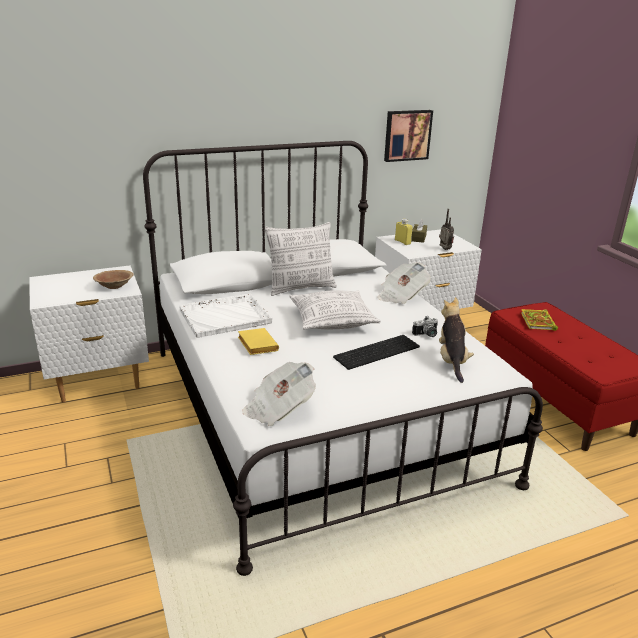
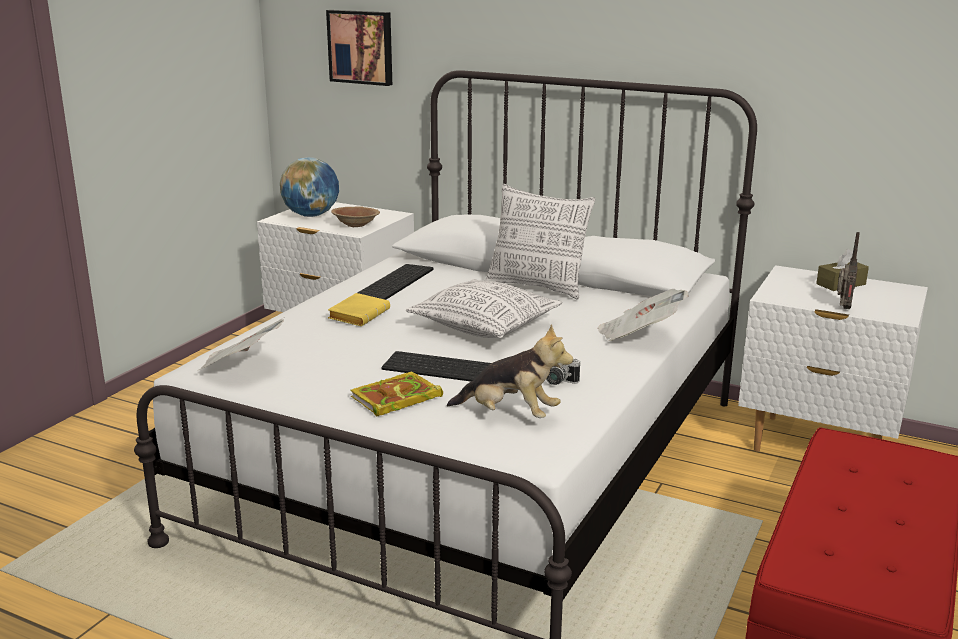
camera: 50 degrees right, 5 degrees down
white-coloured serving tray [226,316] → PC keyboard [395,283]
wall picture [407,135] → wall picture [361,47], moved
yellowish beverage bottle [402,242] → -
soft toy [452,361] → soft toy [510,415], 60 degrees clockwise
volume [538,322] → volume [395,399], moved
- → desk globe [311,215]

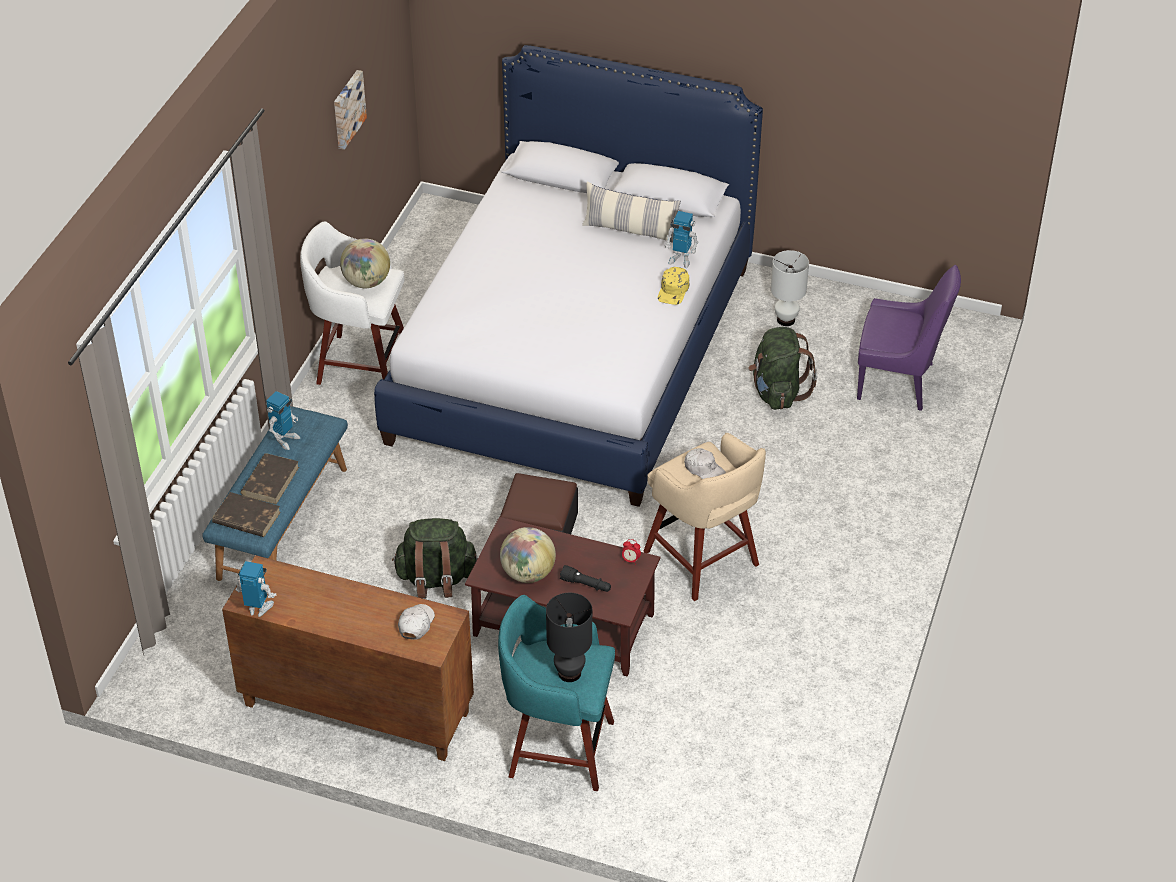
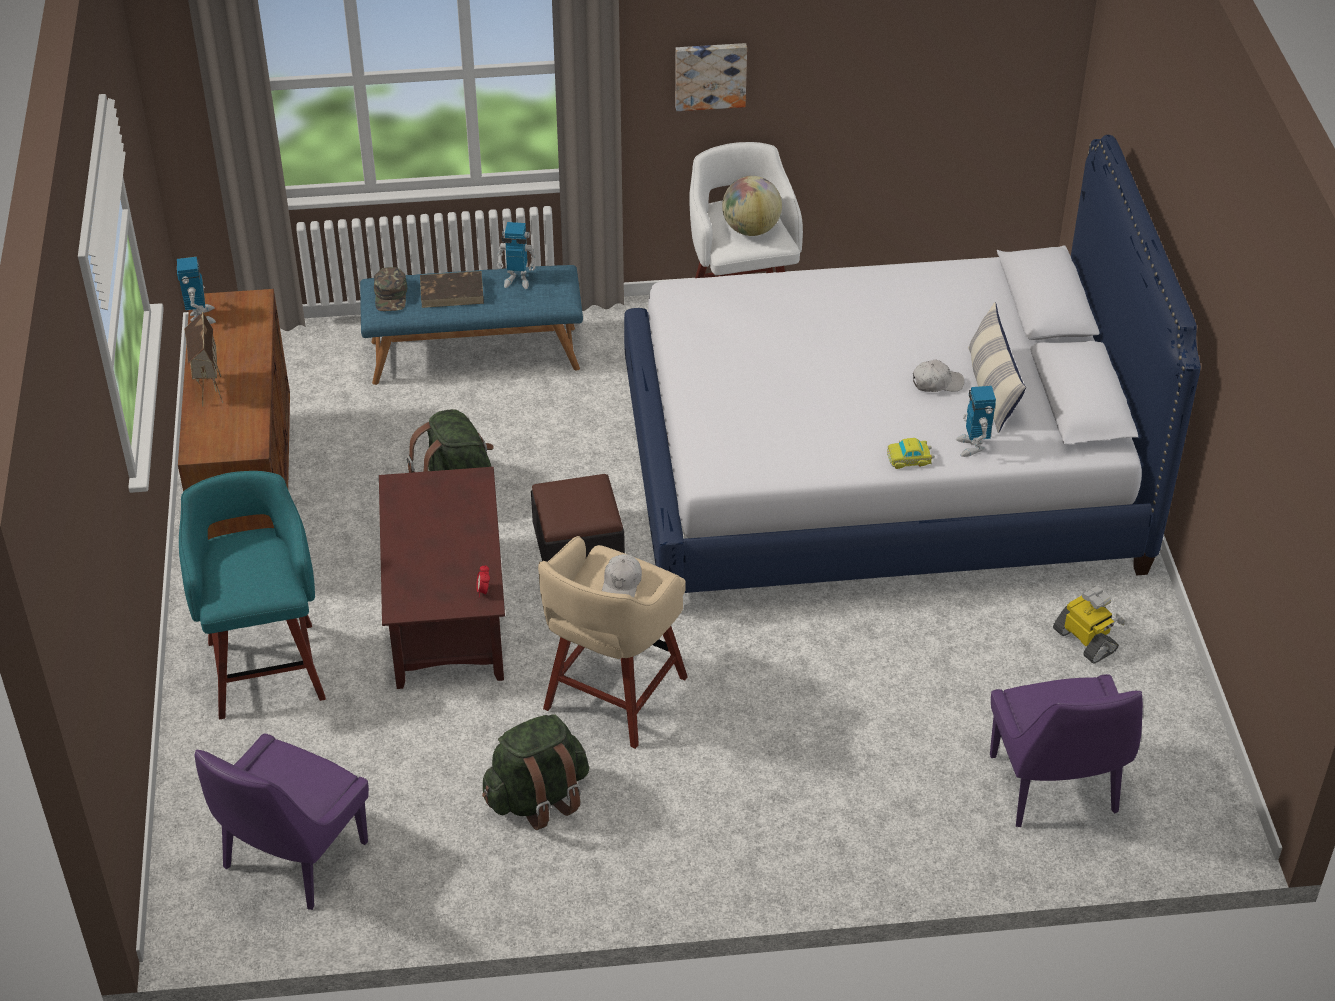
camera: 65 degrees right, 0 degrees up
brown volume [246,518] → green-coloured cap [391,295]
wall picture [347,109] → wall picture [710,75], moved
white-coloured cap [416,624] → white-coloured cap [937,383], moved
desk globe [528,573] → -
black lamp for a table [569,672] → -
black torch [586,585] → -
yellowish cap [673,290] → toy car [910,458]
green-coloured rucksack [777,392] → green-coloured rucksack [537,798], moved
white-coloured lamp for a table [785,320] → toy robot [1086,640]
- → miniature house [207,389]
- → purplish plain chair [291,858]

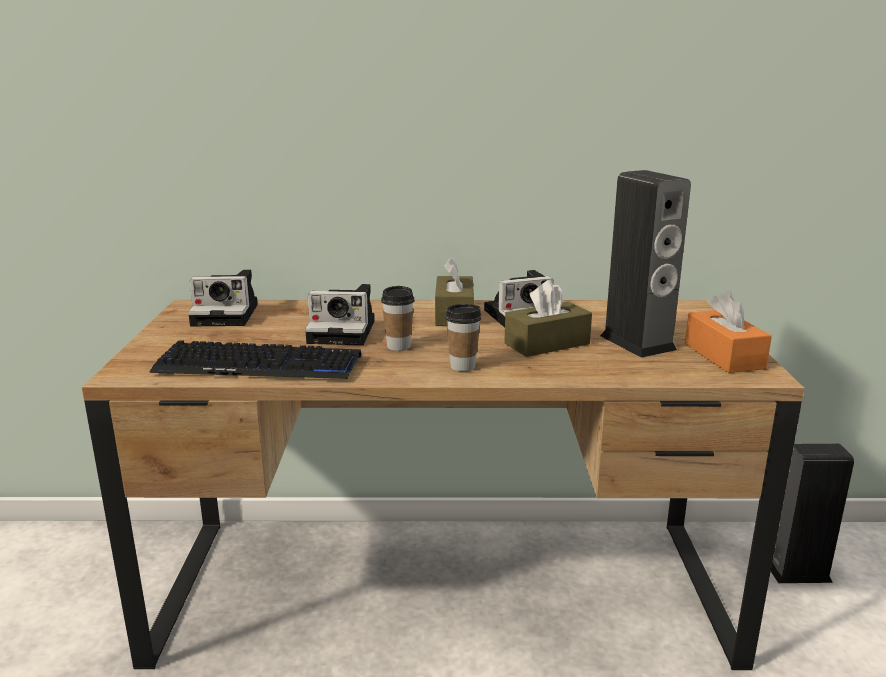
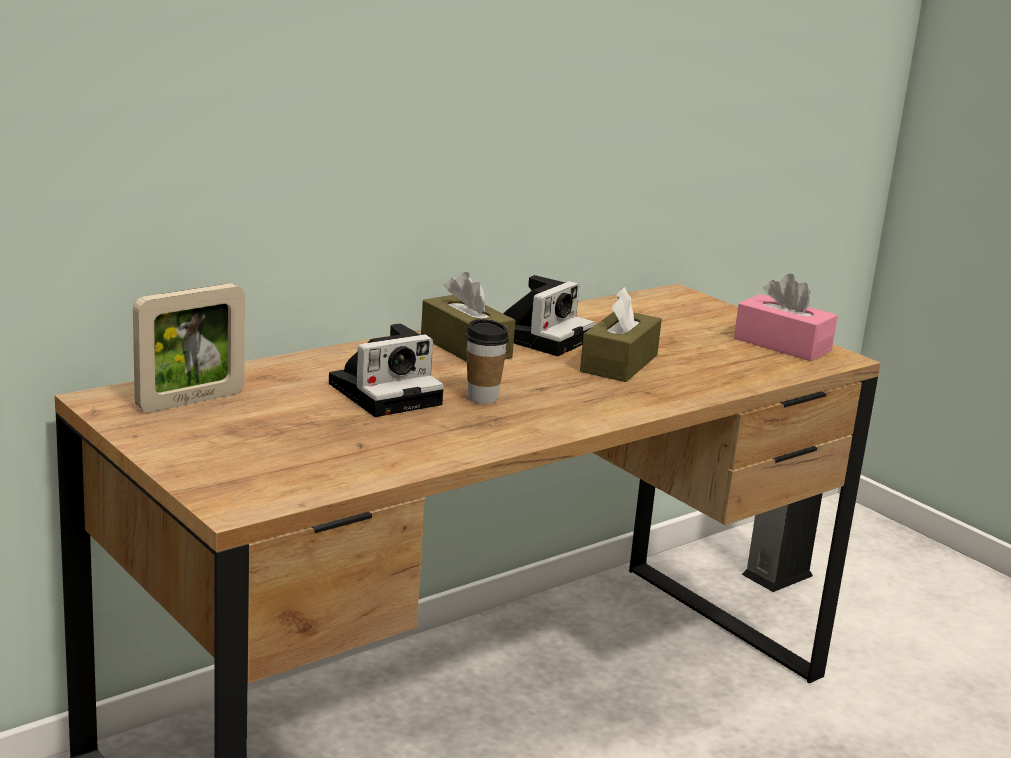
camera: 40 degrees left, 0 degrees up
PC keyboard [259,365] → -
photo camera [228,314] → photo frame [190,401]
cup [463,366] → -
loudspeaker [637,342] → -
orange tissue box [723,356] → pink-coloured tissue box [782,344]

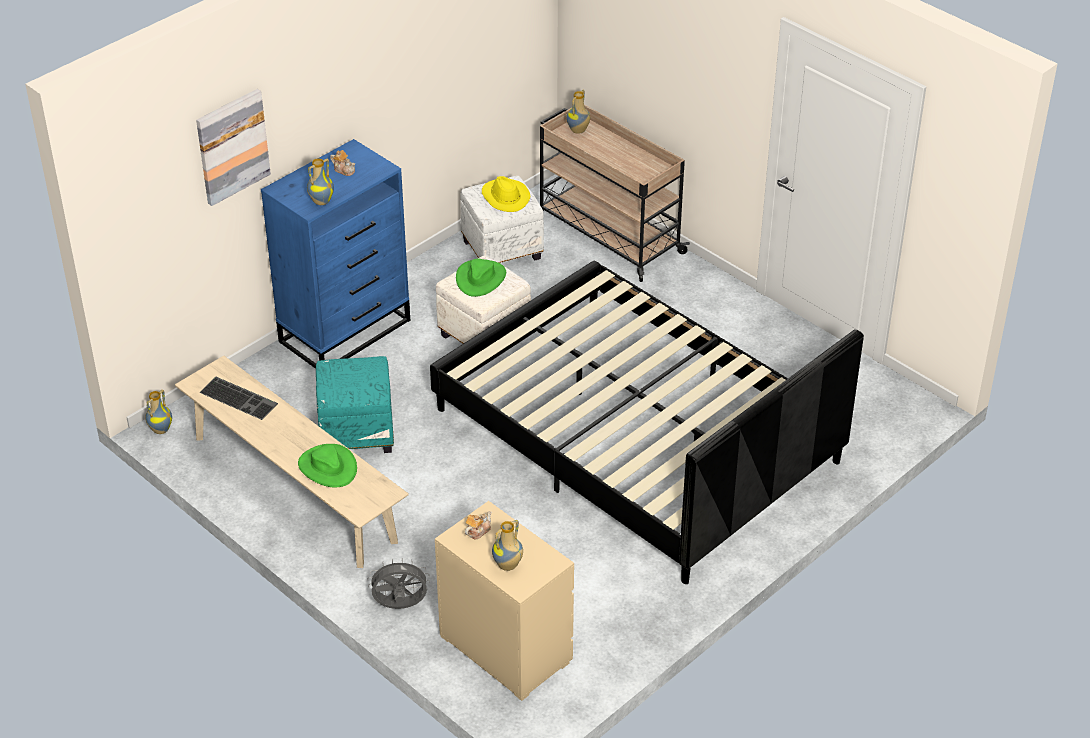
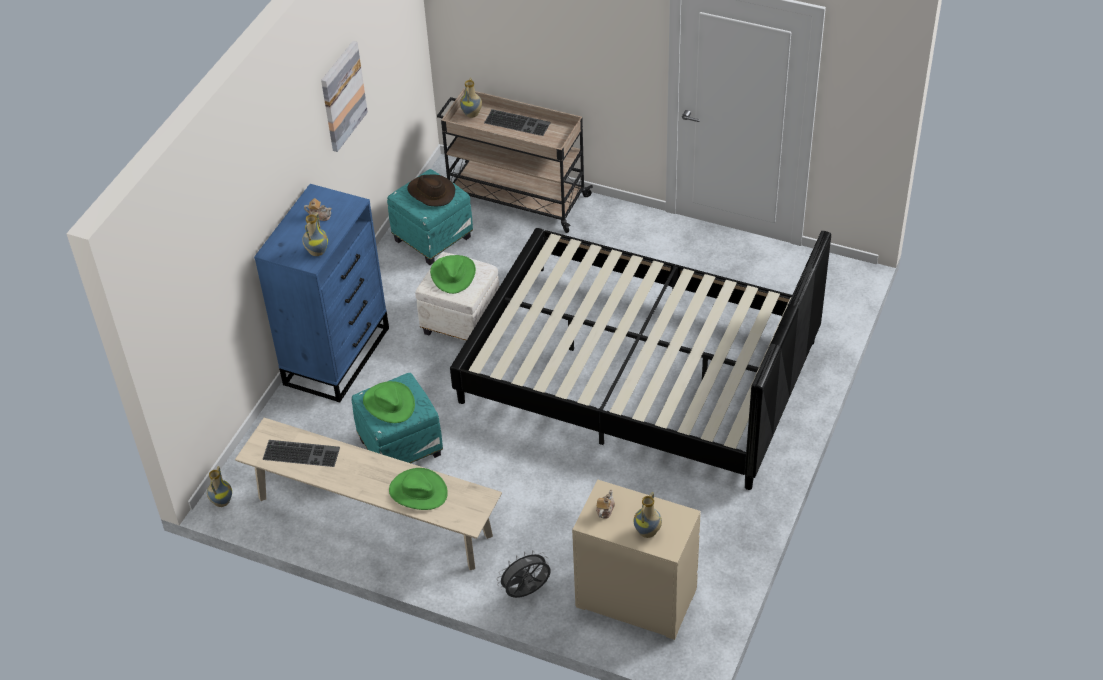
camera: 20 degrees left, 5 degrees up
wall picture [232,146] → wall picture [342,96], moved
white-coloured ottoman [502,249] → turquoise-coloured ottoman [433,238]
yellowish wearable hat [504,197] → brown wearable hat [431,192]
- → green-coloured wearable hat [389,403]
- → PC keyboard [518,122]

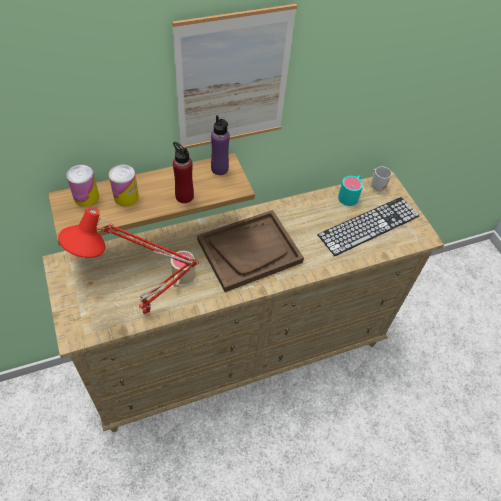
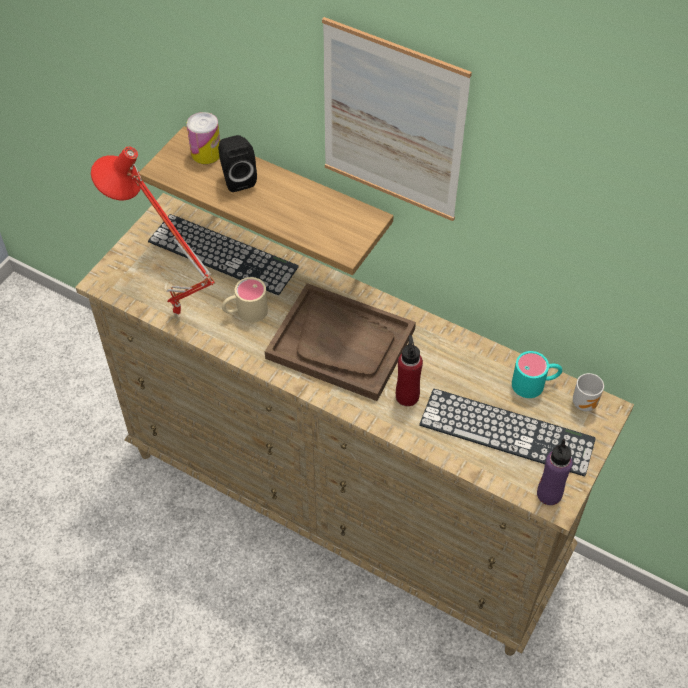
camera: 55 degrees right, 0 degrees up
sealed can [126,196] → black loudspeaker [237,178]
reddish beverage bottle [184,196] → reddish beverage bottle [407,396], moved
purplish beverage bottle [219,169] → purplish beverage bottle [549,494], moved
- → PC keyboard [223,254]

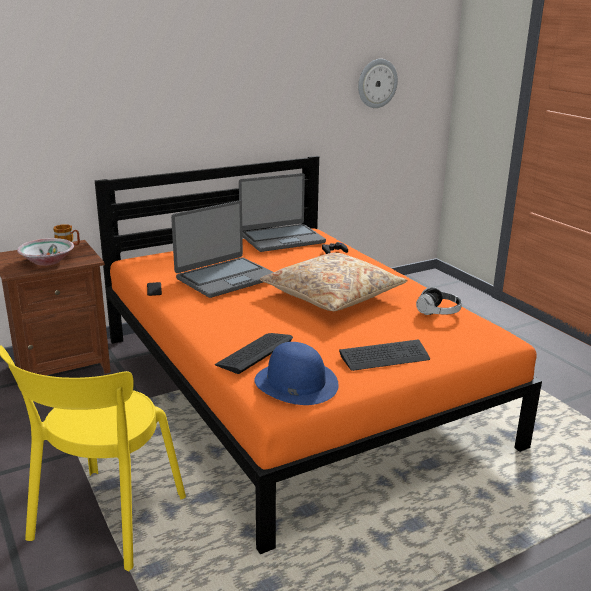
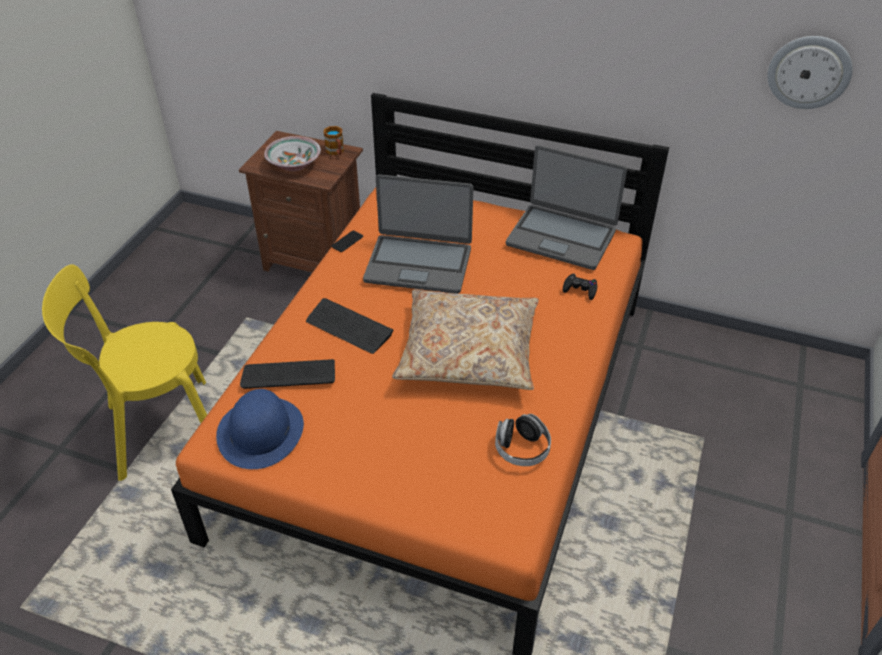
camera: 50 degrees right, 20 degrees up
PC keyboard [384,357] → PC keyboard [349,327], moved

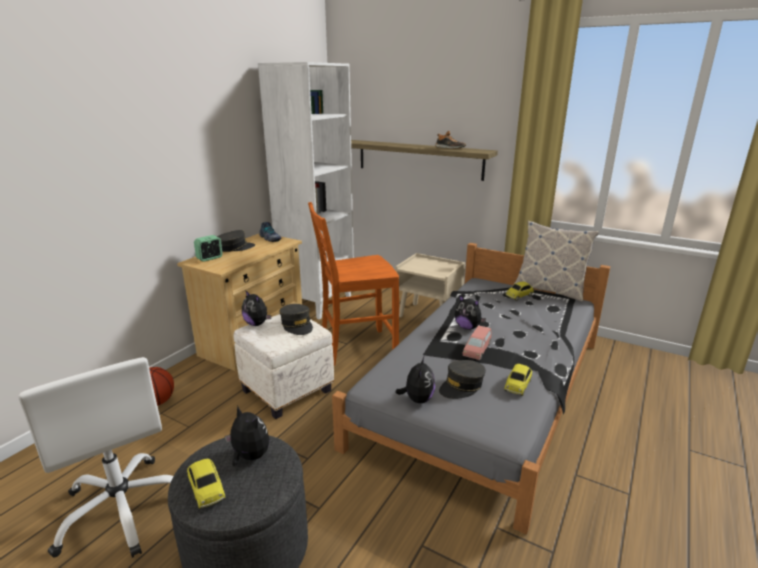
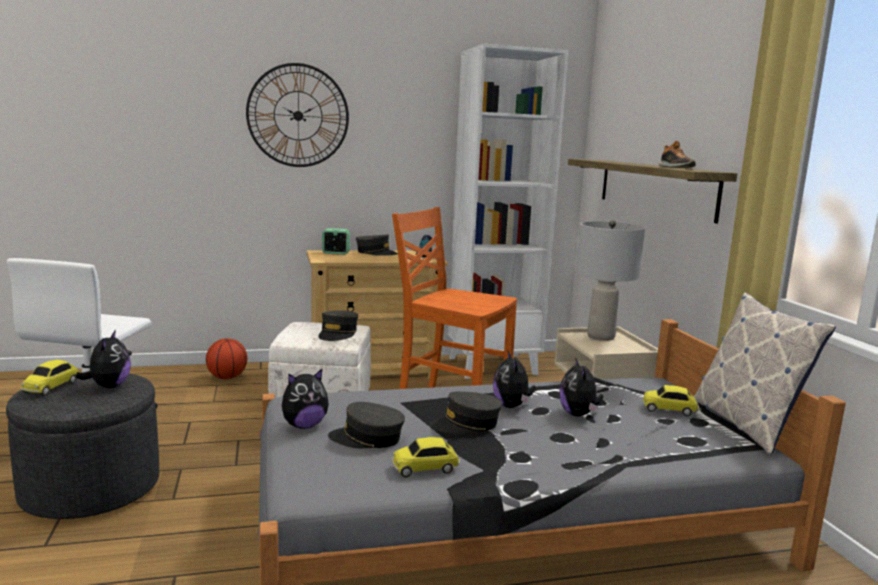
camera: 45 degrees right, 10 degrees down
soft toy [257,324] → soft toy [578,414], moved
pink-coloured toy car [477,350] → gray cap [467,424]
- → wall clock [298,115]
- → gray lamp for a table [600,336]

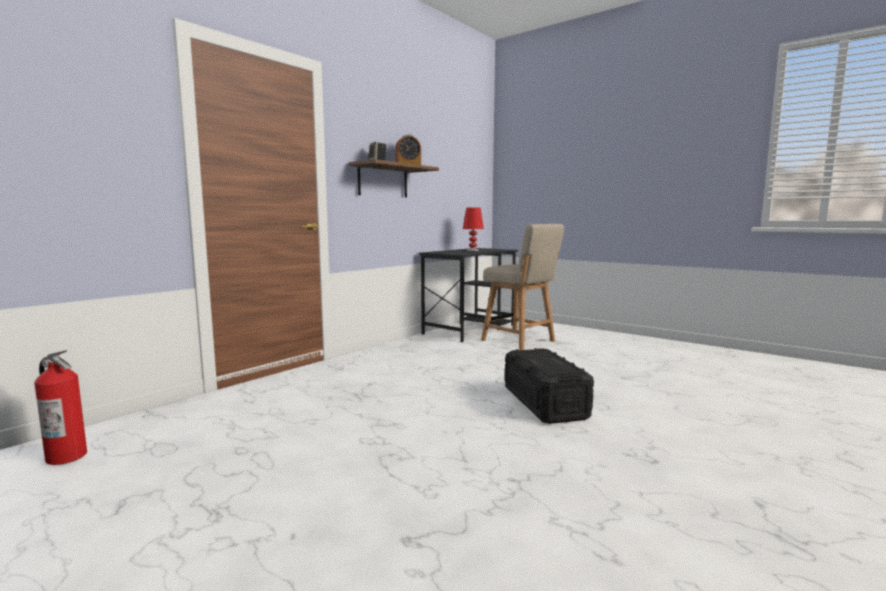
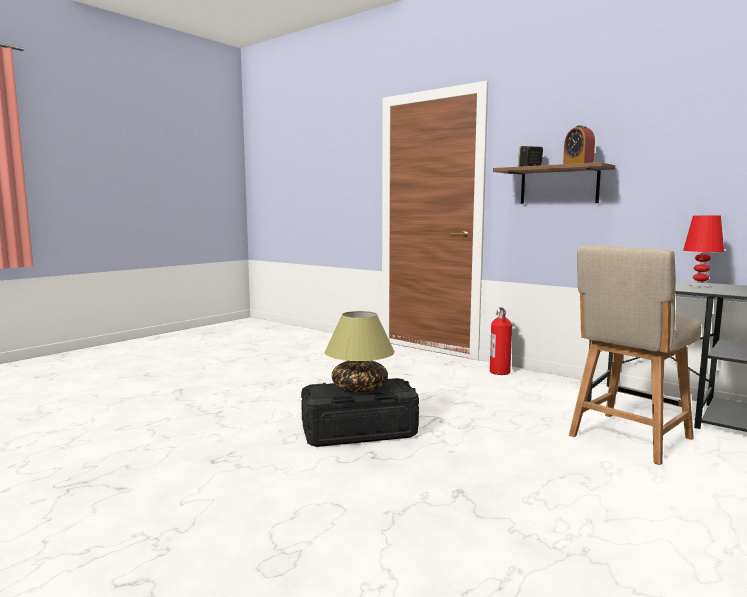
camera: 90 degrees right, 0 degrees up
extinguisher [67,456] → extinguisher [500,372], moved
- → lamp for a table [359,388]

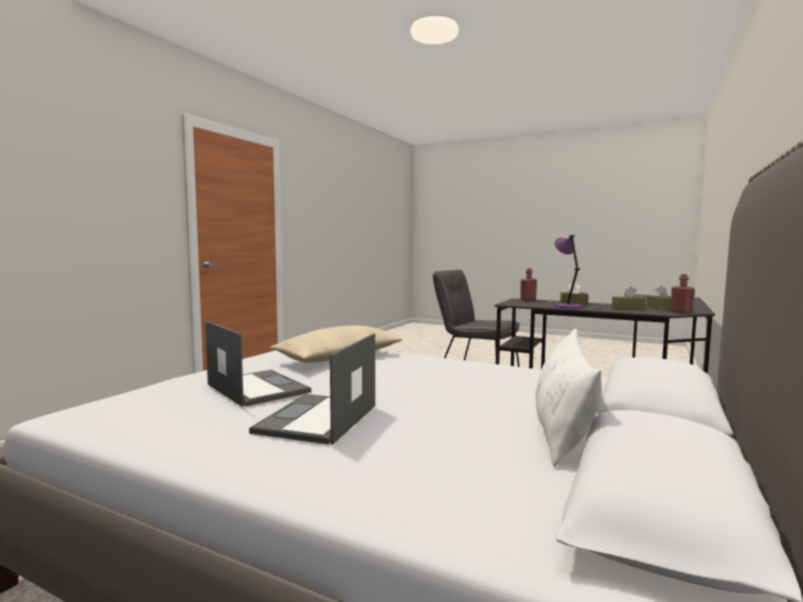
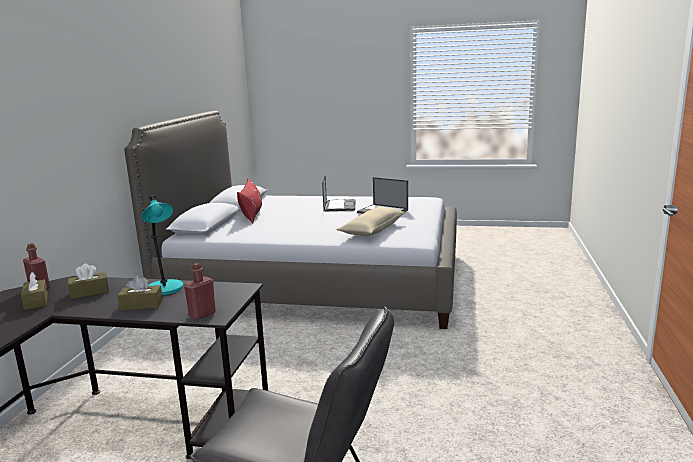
camera: 165 degrees right, 10 degrees up
white-coloured throw pillow [562,427] → reddish throw pillow [252,214]
purplish lamp for a table [567,306] → turquoise-coloured lamp for a table [165,289]

